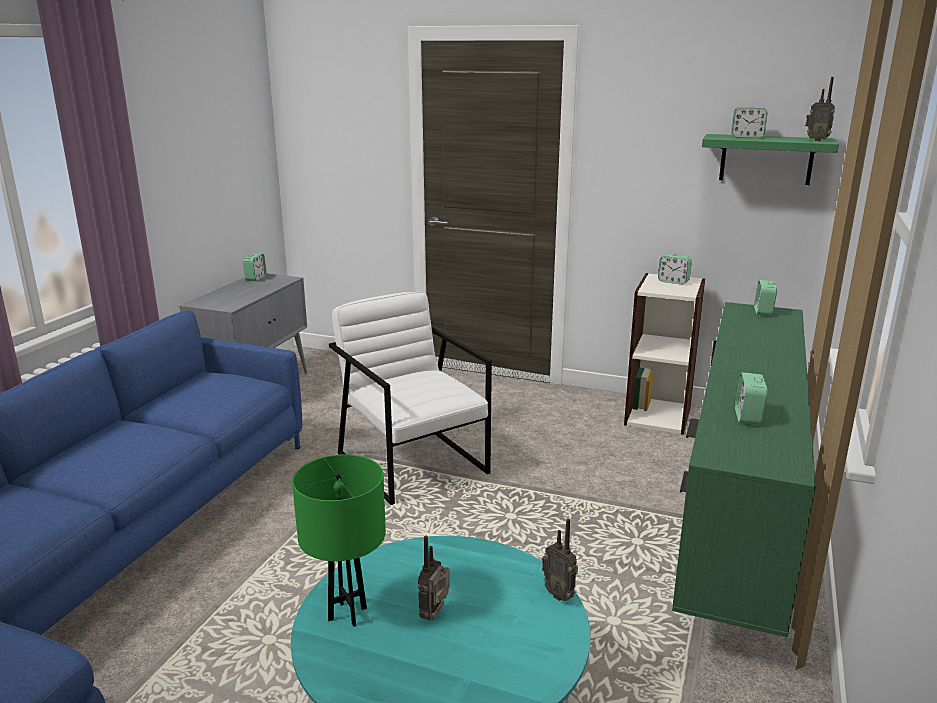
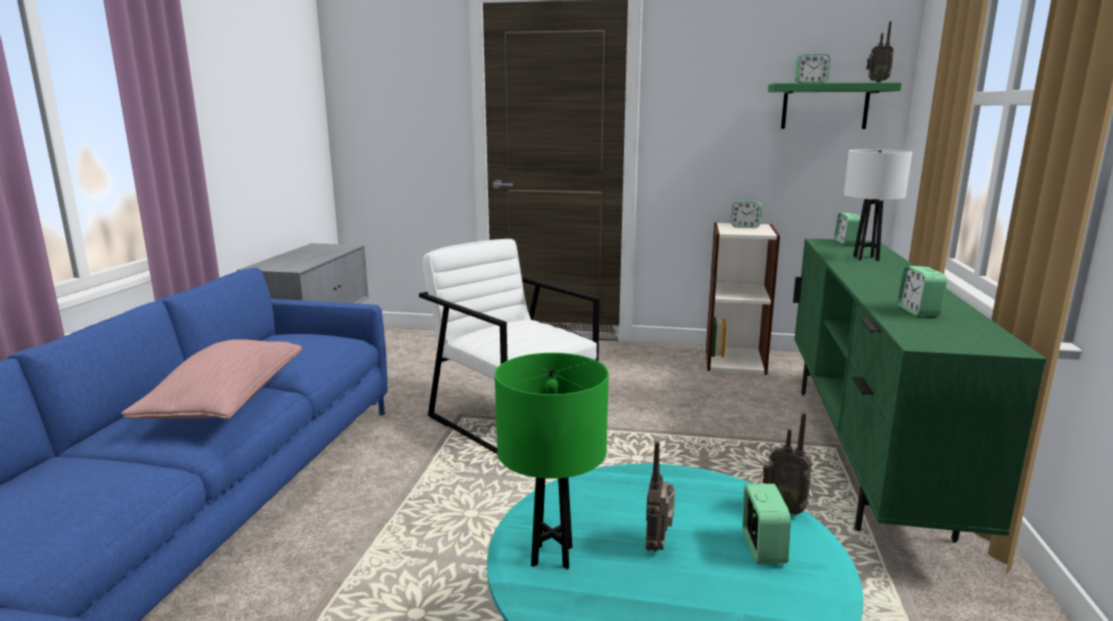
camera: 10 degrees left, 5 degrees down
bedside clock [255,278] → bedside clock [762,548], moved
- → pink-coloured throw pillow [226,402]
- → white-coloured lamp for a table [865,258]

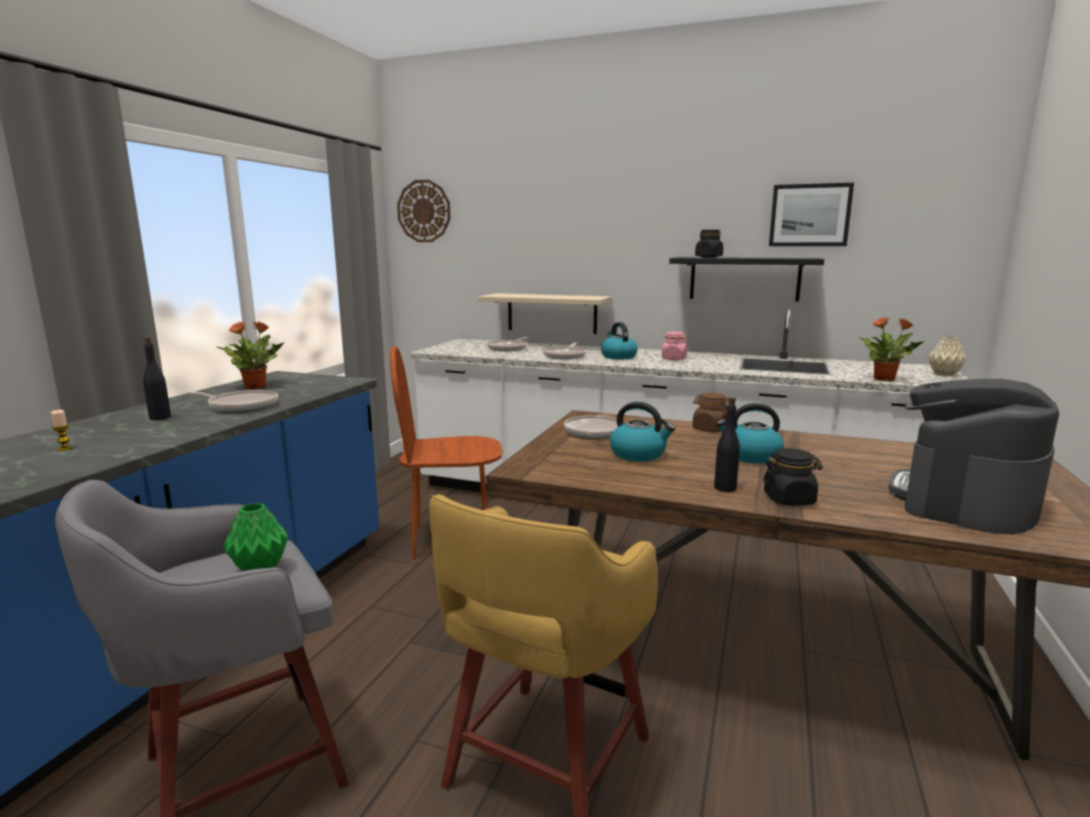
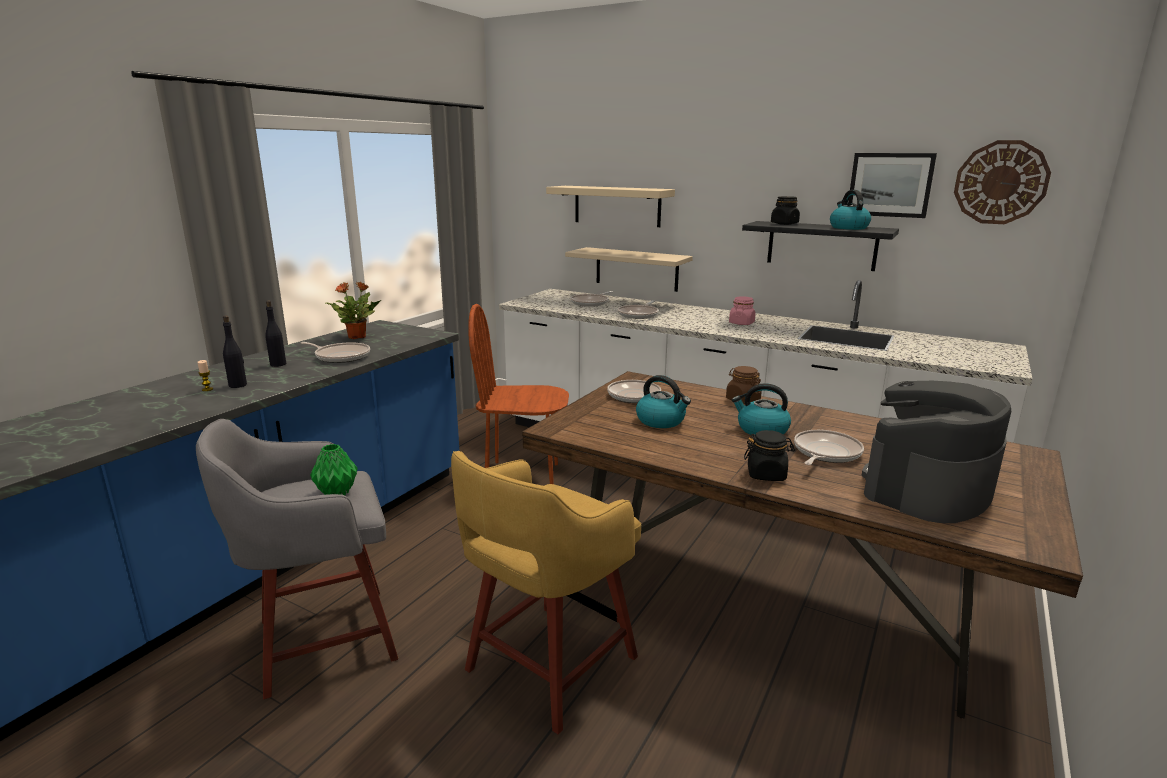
camera: 10 degrees right, 5 degrees up
wall clock [424,211] → wall clock [1000,182], moved
tea kettle [618,356] → tea kettle [848,228], moved
black beverage bottle [725,488] → black beverage bottle [238,385], moved
houseplant [885,379] → -
beige-coloured decorative vase [943,374] → -
- → beige-coloured shelf [617,206]
- → skillet [825,453]

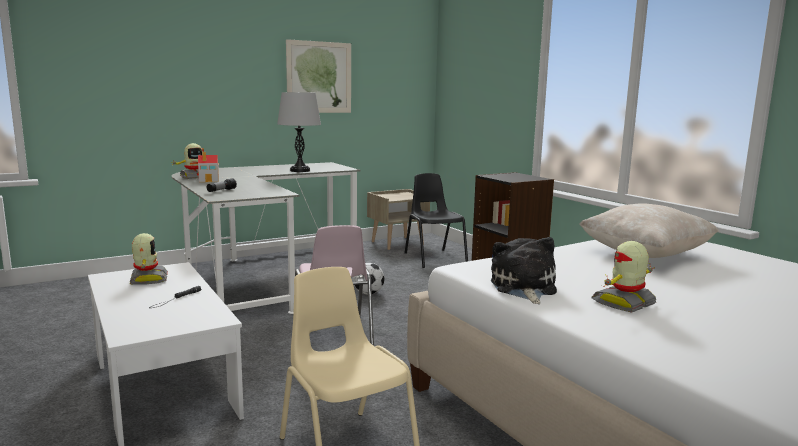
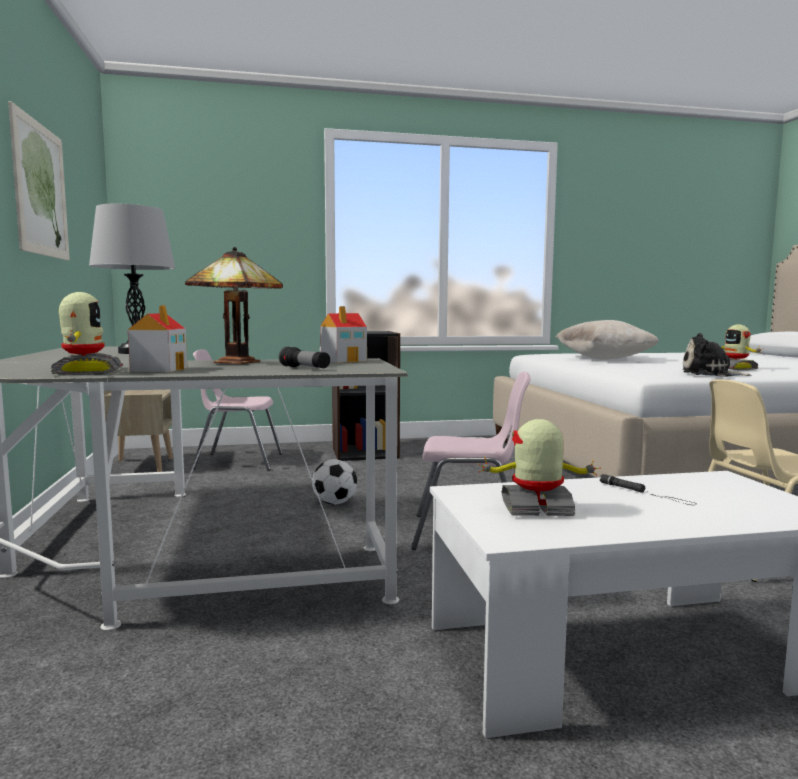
camera: 70 degrees left, 5 degrees down
black plain chair [434,258] → pink-coloured plain chair [237,461]
- → lamp for a table [237,362]
- → miniature house [344,360]

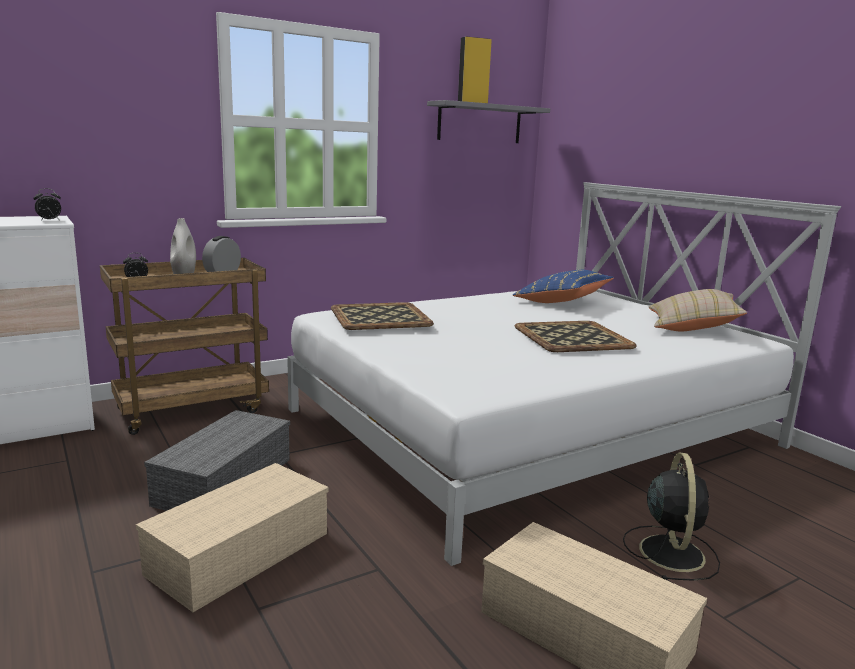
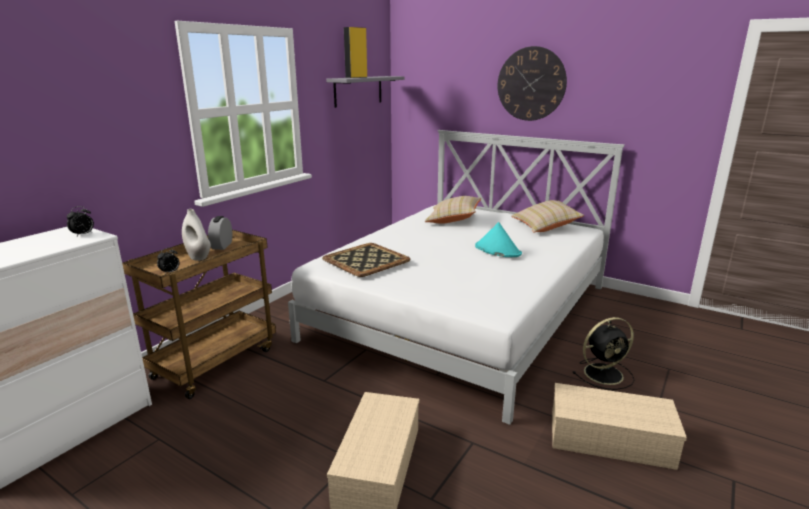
camera: 25 degrees left, 5 degrees up
gray storage box [224,480] → -
blue-coloured throw pillow [562,302] → beige-coloured throw pillow [453,220]
serving tray [571,337] → turquoise-coloured wearable hat [497,250]
black cooling fan [671,551] → black cooling fan [604,373], 90 degrees clockwise
- → wall clock [531,84]

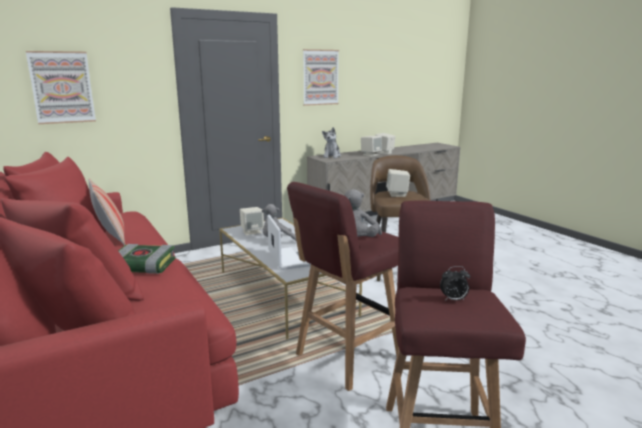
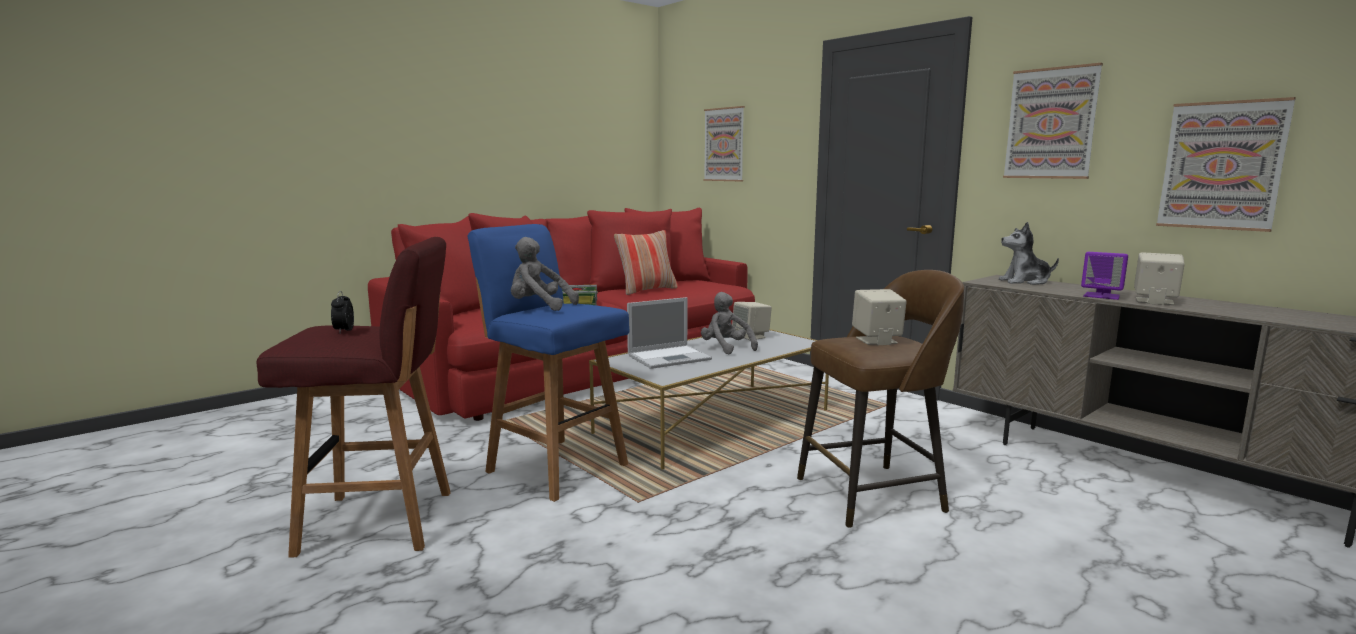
camera: 80 degrees right, 5 degrees down
reddish stool [346,357] → blue-coloured stool [555,467]
beige-coloured loudspeaker [370,155] → purplish loudspeaker [1102,296]
- → wall picture [1222,165]

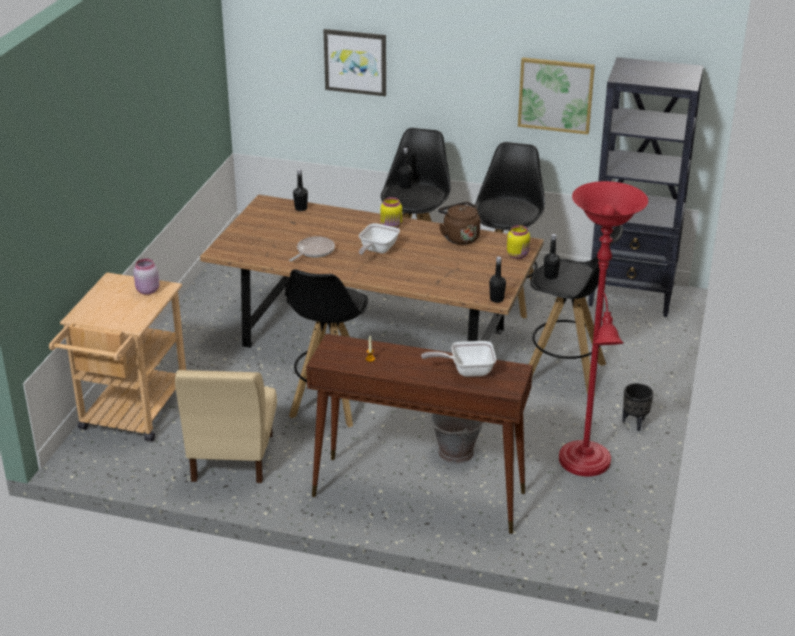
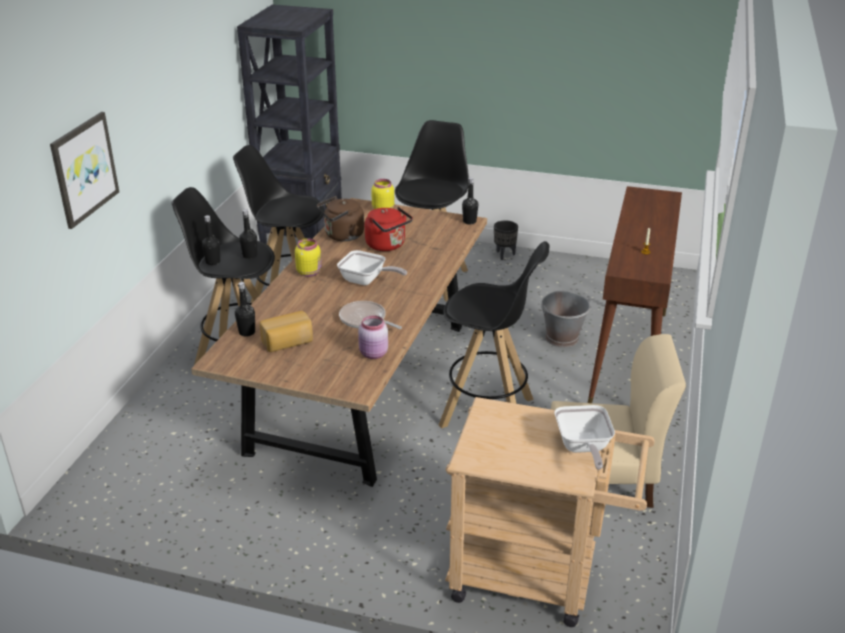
camera: 90 degrees left, 0 degrees up
pink-coloured storage jar [147,290] → pink-coloured storage jar [373,354], moved
skillet [467,370] → skillet [582,448], moved
wall picture [555,95] → -
black beverage bottle [550,276] → black beverage bottle [250,256], moved
reddish floor lamp [586,464] → -
- → baked bread [288,342]
- → reddish tea kettle [387,245]

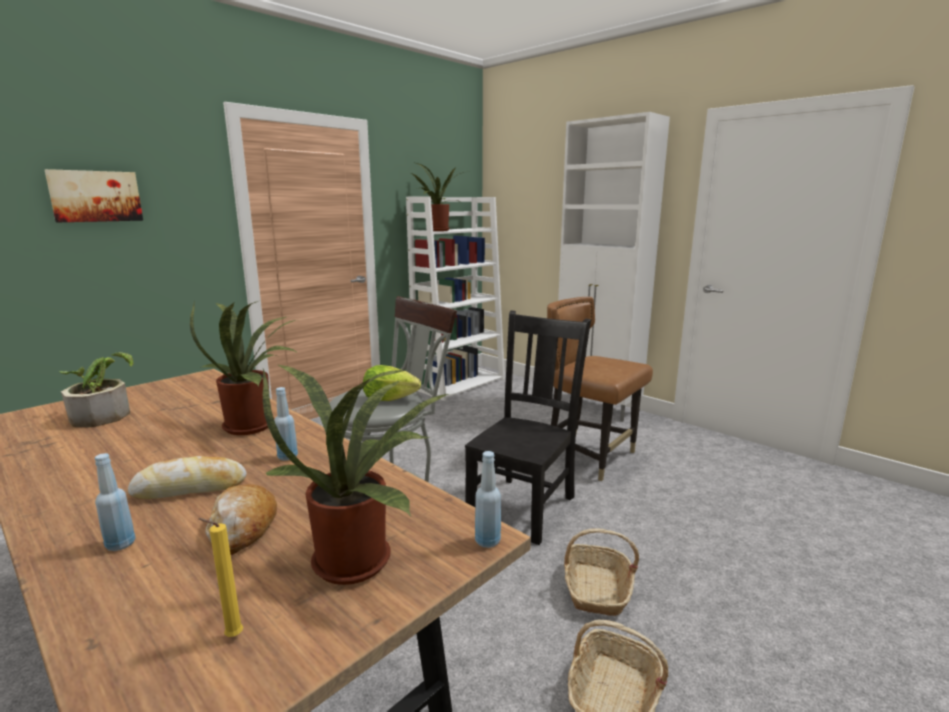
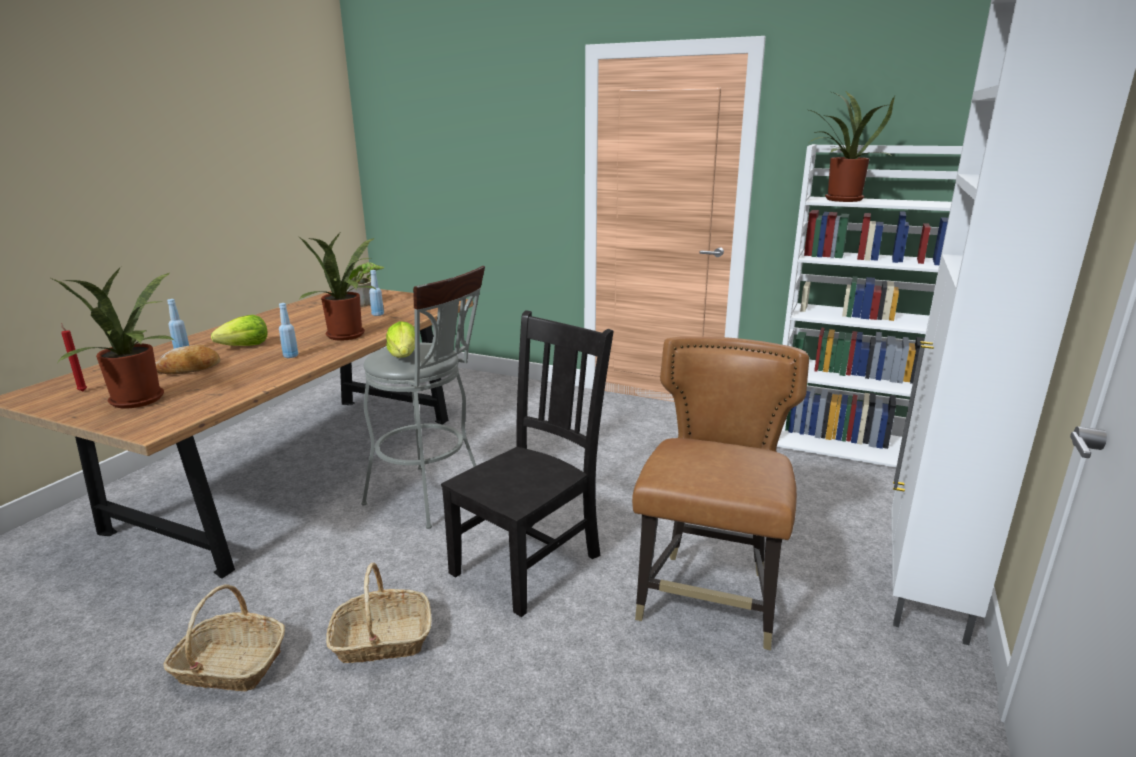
camera: 70 degrees right, 5 degrees up
wall picture [95,196] → -
baked bread [190,488] → lettuce [245,346]
yellowish candle [231,637] → reddish candle [82,391]
black plain chair [524,506] → black plain chair [530,562], 60 degrees counterclockwise
blue-coloured beverage bottle [487,541] → blue-coloured beverage bottle [377,314], moved

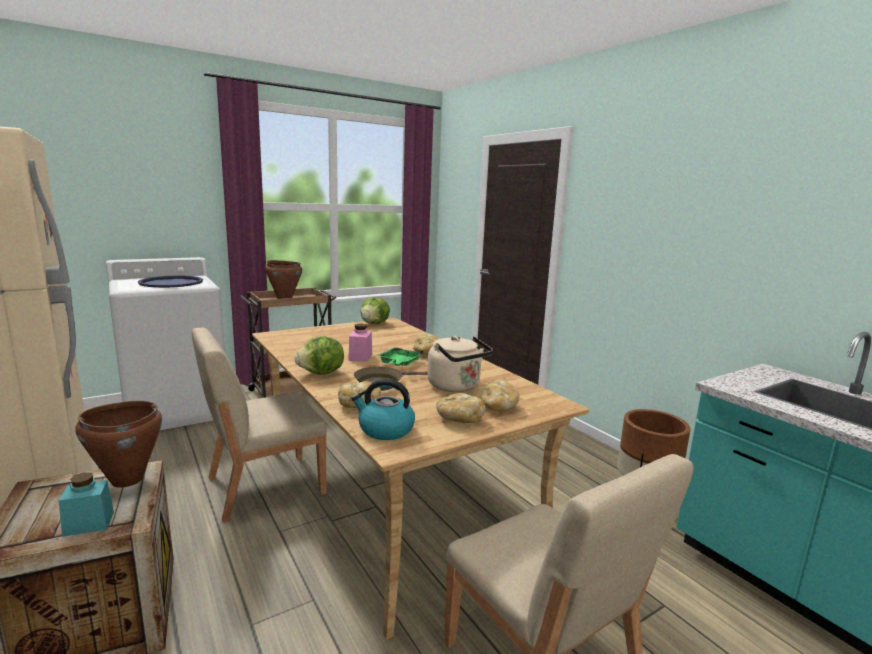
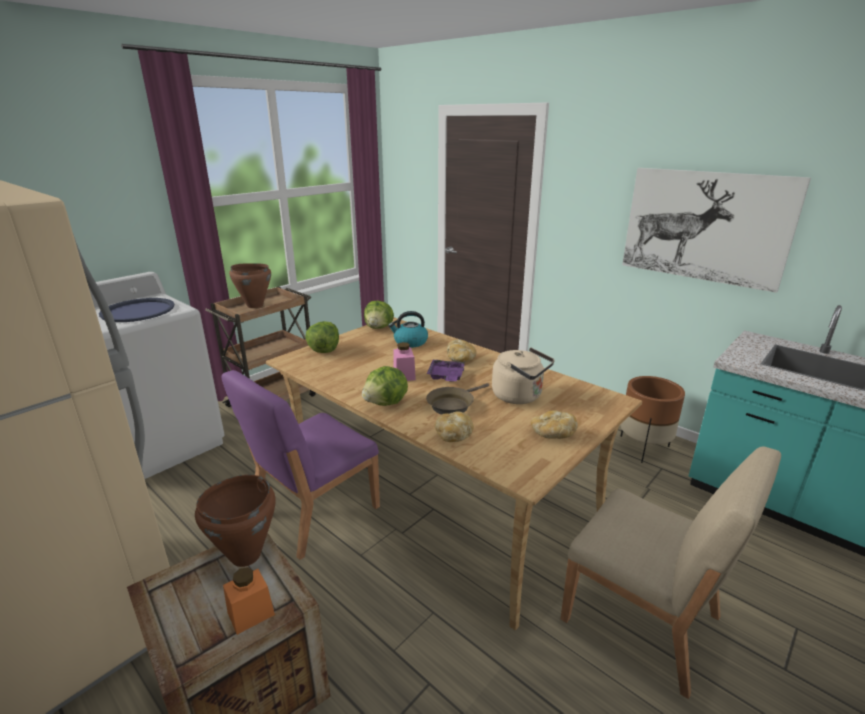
camera: 15 degrees left, 10 degrees up
turquoise-coloured storage jar [89,524] → orange storage jar [251,613]
beige-coloured plain chair [264,485] → purplish plain chair [314,511]
tea kettle [385,430] → tea kettle [410,342], moved
green-coloured serving tray [399,363] → purplish serving tray [446,376]
baked bread [498,407] → -
- → lettuce [324,350]
- → wall picture [705,226]

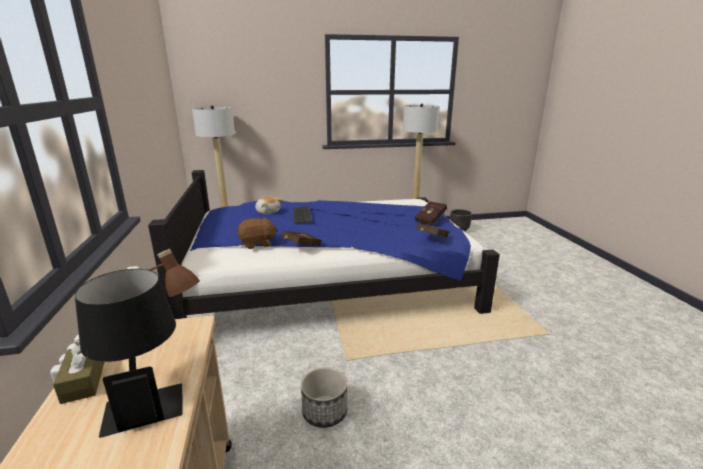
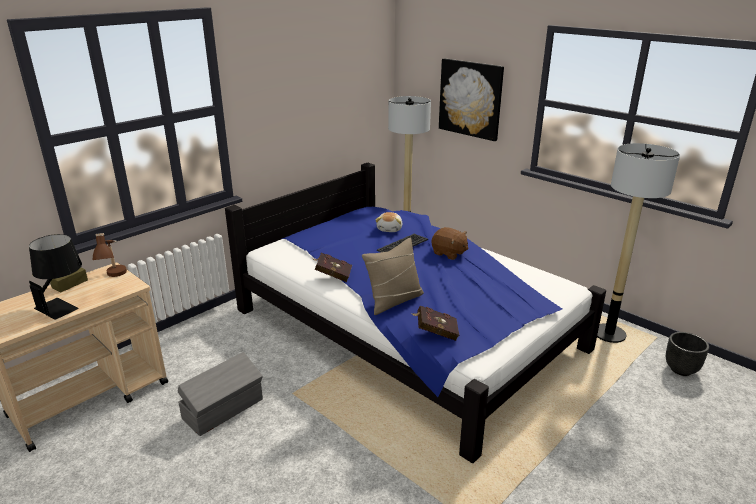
camera: 55 degrees right, 5 degrees up
brown soft toy [257,244] → brown soft toy [449,253], moved
plant pot [324,412] → gray storage box [224,409]
reddish volume [431,220] → -
- → beige-coloured throw pillow [394,301]
- → wall picture [470,99]

